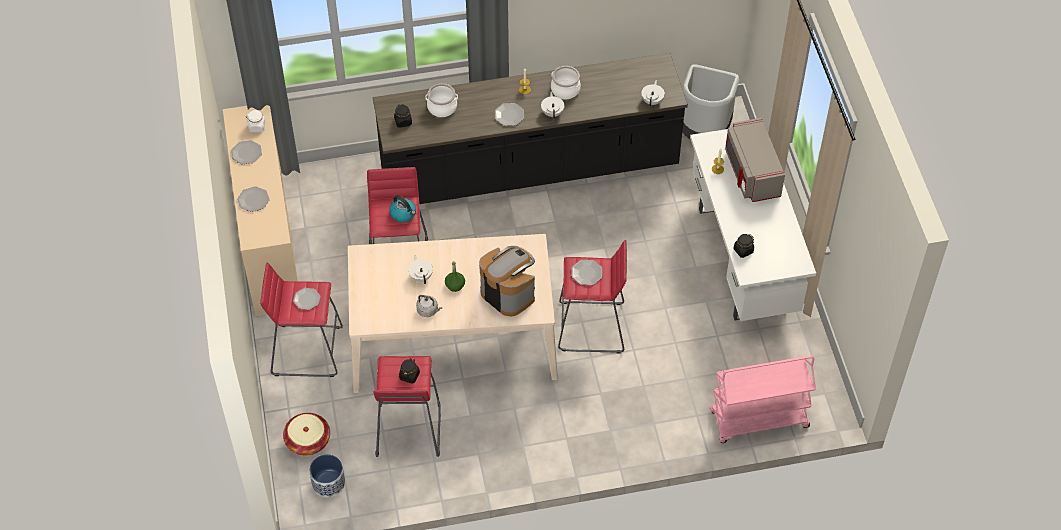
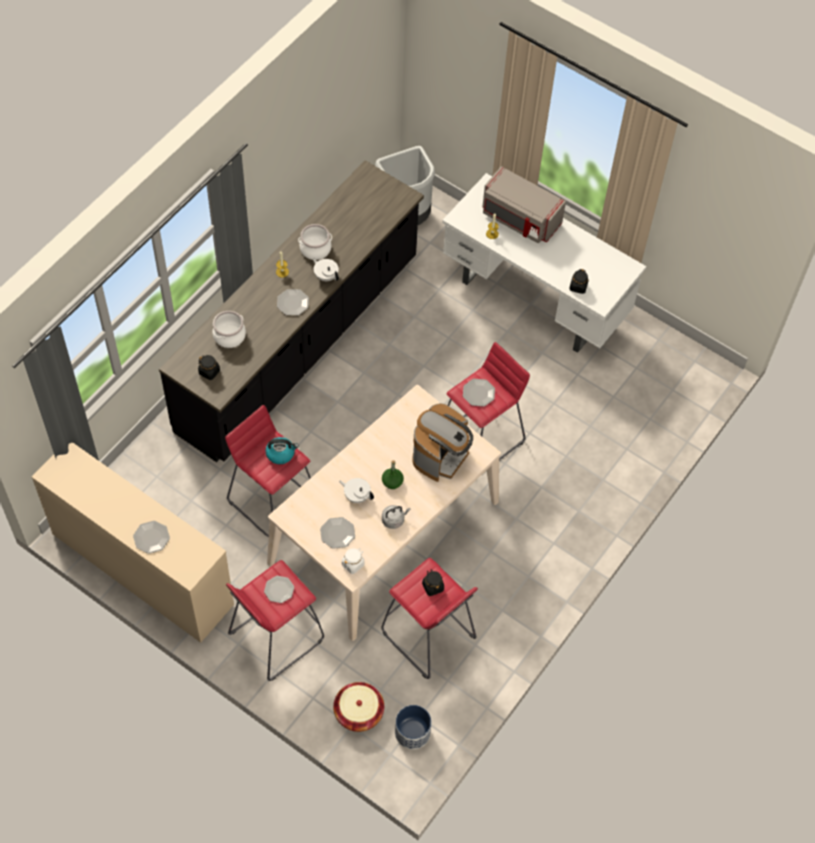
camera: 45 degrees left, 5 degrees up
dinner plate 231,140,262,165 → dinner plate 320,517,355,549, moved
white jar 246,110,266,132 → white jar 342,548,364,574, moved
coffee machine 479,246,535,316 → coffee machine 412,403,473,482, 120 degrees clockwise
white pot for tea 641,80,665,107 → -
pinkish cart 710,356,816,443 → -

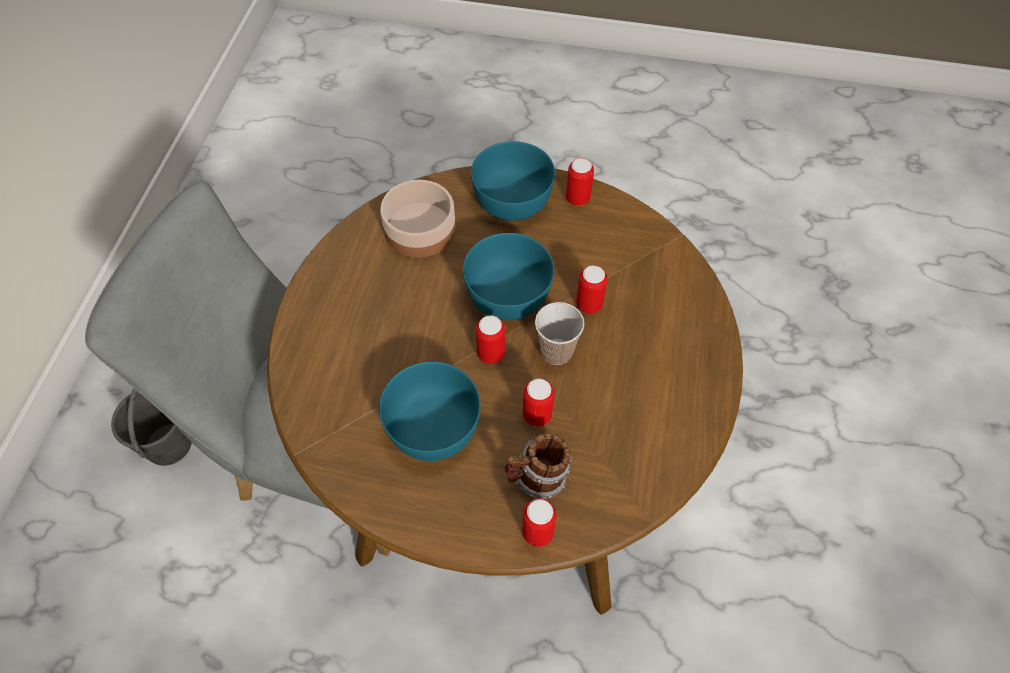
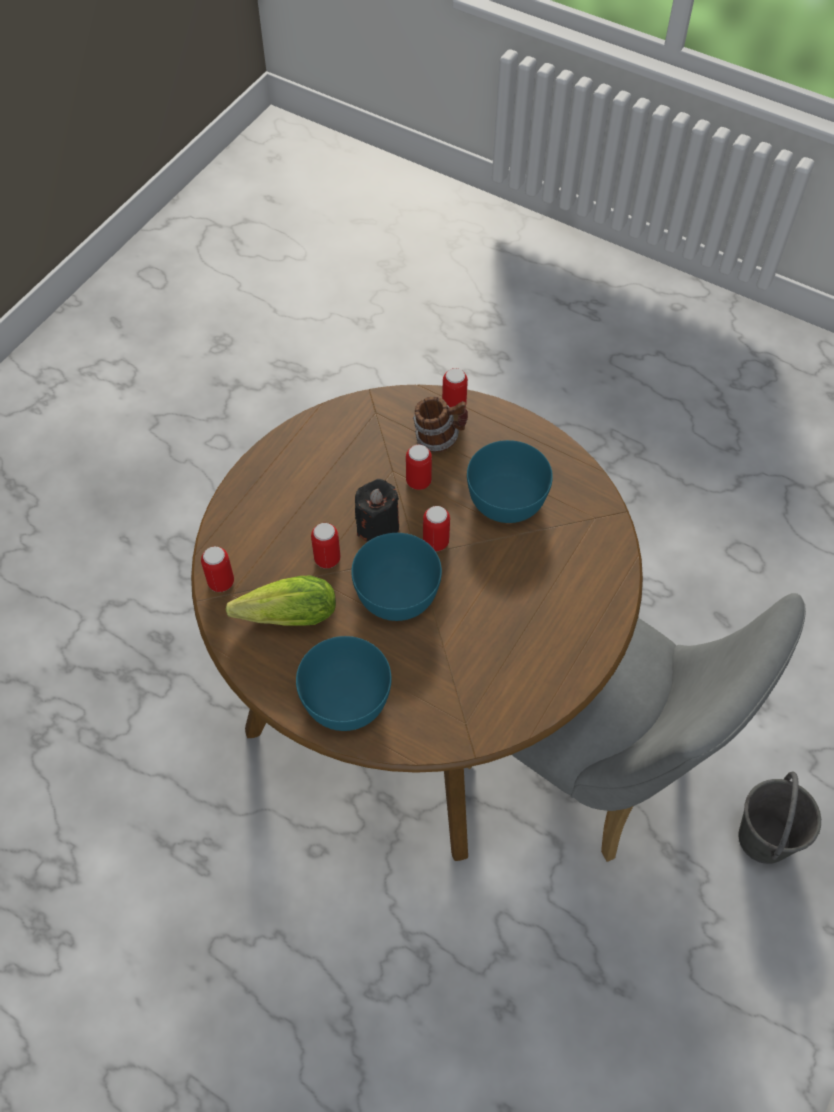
camera: 160 degrees left, 0 degrees up
deep dish 380,180,456,257 → -
drinking cup 535,302,584,365 → blackish wax light 355,479,399,542
metal can 566,158,594,206 → metal can 201,546,234,592, moved
- → head of lettuce 225,576,336,626

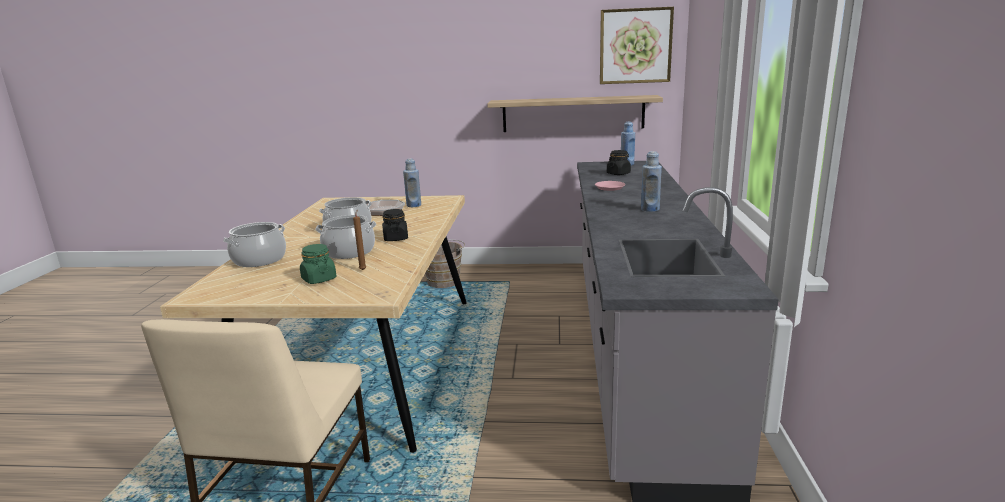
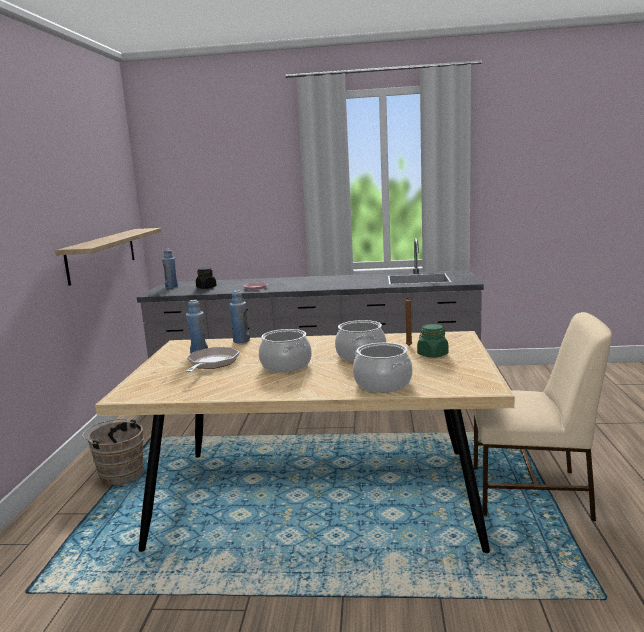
camera: 90 degrees left, 5 degrees down
blackish jar 382,209,408,241 → -
wall art 600,7,674,84 → -
blue-coloured drink bottle 641,151,662,212 → blue-coloured drink bottle 229,290,250,343, moved

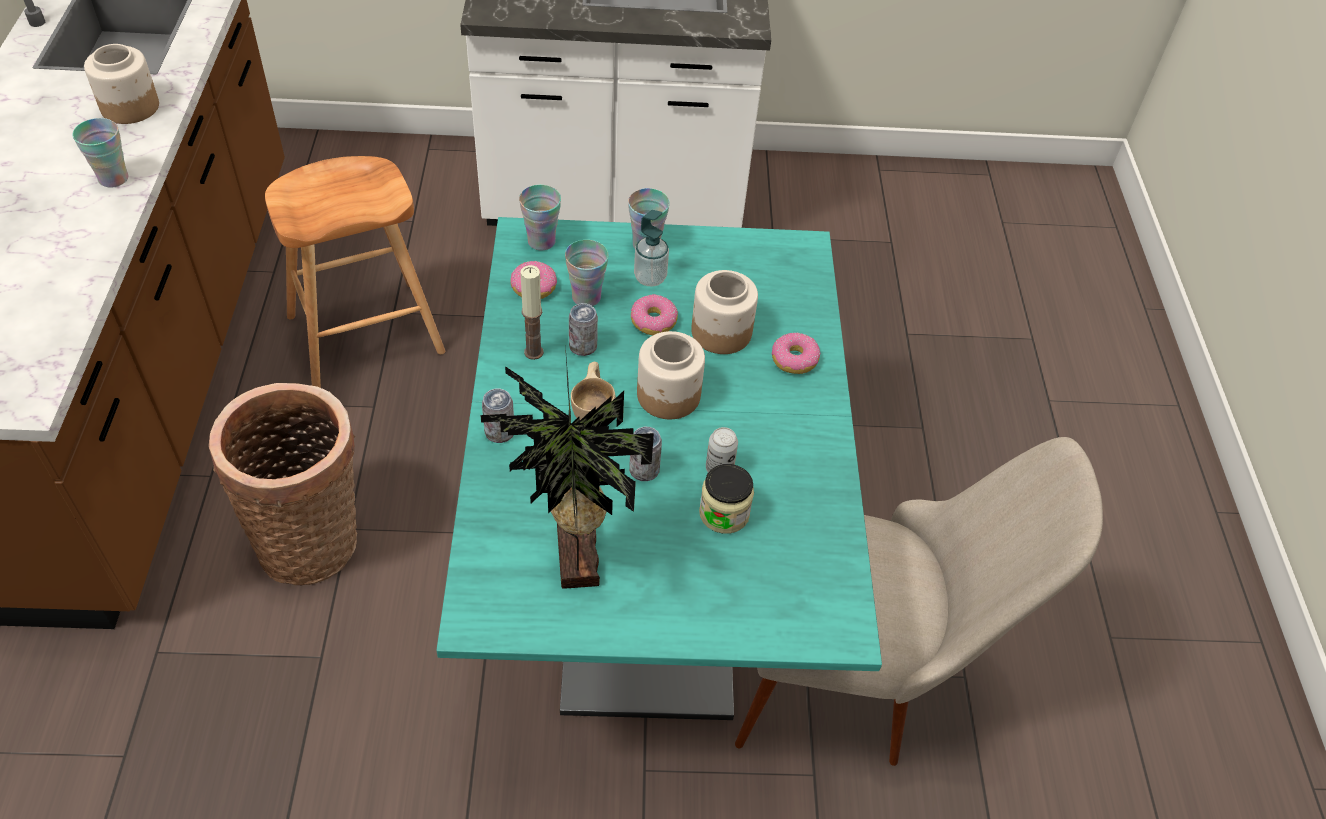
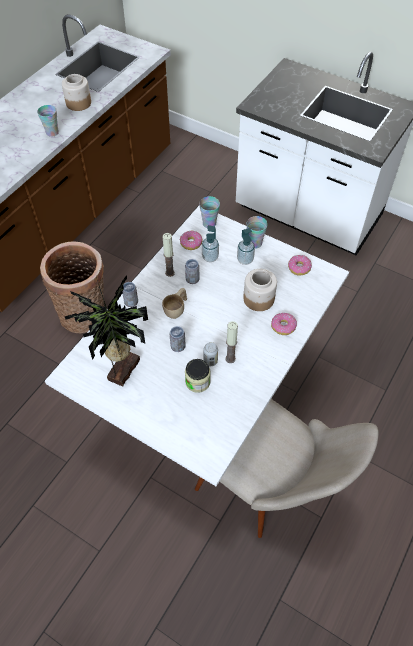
camera: 35 degrees right, 5 degrees up
brownish sitting stool 265,156,445,388 → -
blue-green dinner table 436,217,882,720 → white dinner table 45,205,349,486
drinking cup 565,240,609,306 → soap dispenser 202,225,219,262
doughnut 631,294,678,335 → doughnut 288,255,312,275, moved
jar 637,331,705,419 → -
- → wax light 226,321,238,363

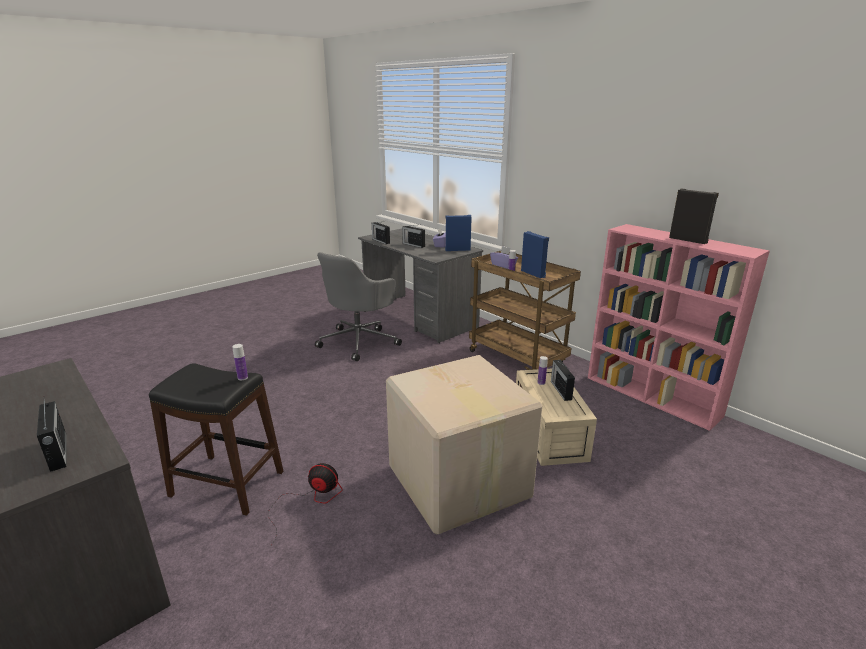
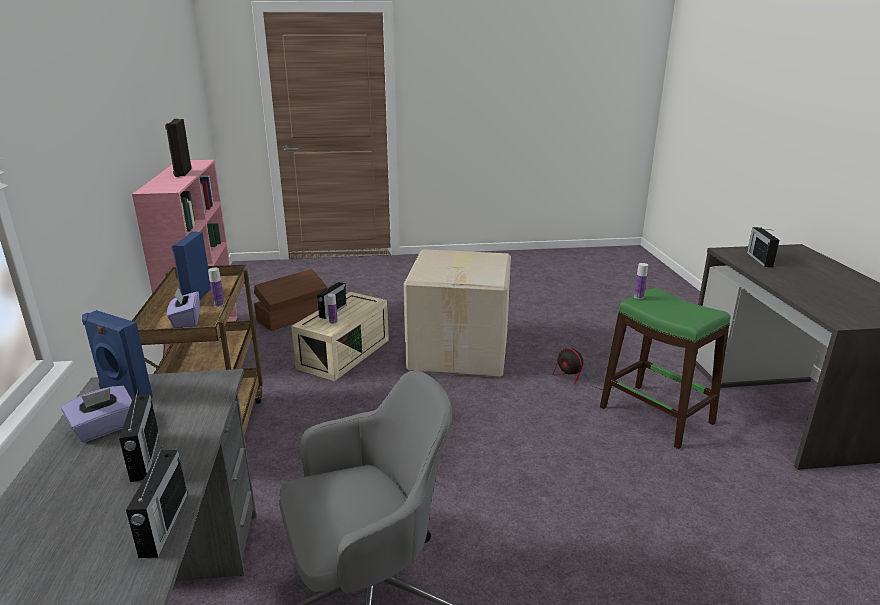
camera: 145 degrees left, 0 degrees up
blackish sitting stool 149,363,284,516 → green sitting stool 600,288,731,449
- → brownish storage bin 254,269,328,331

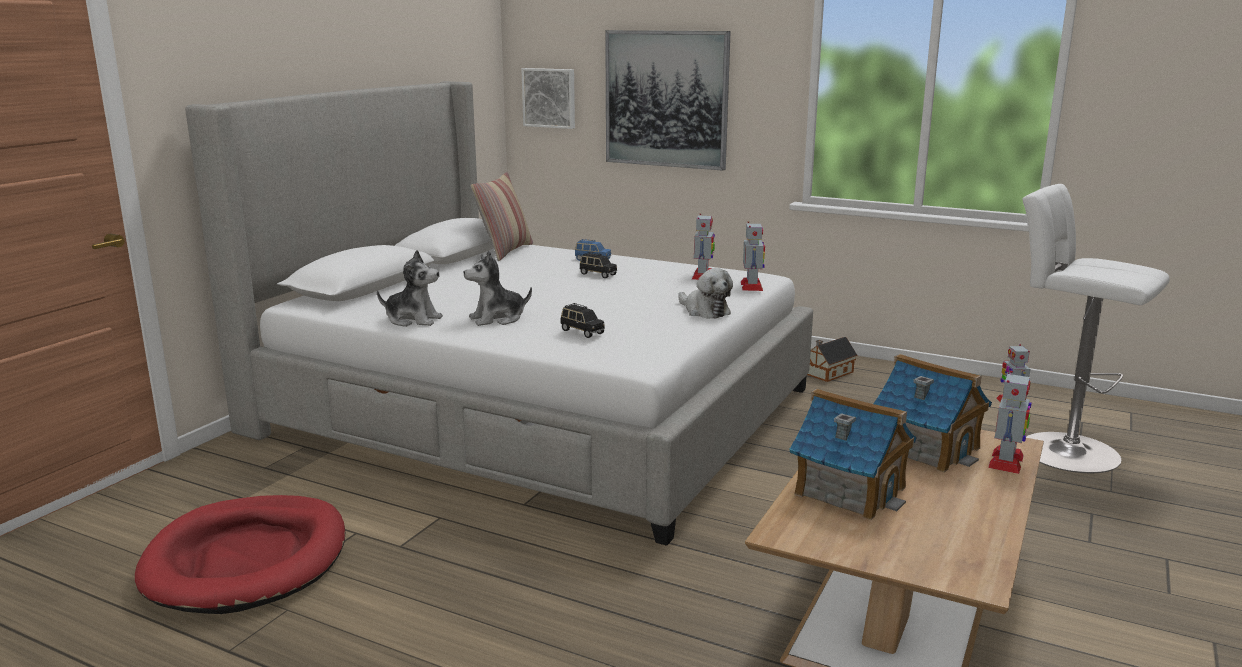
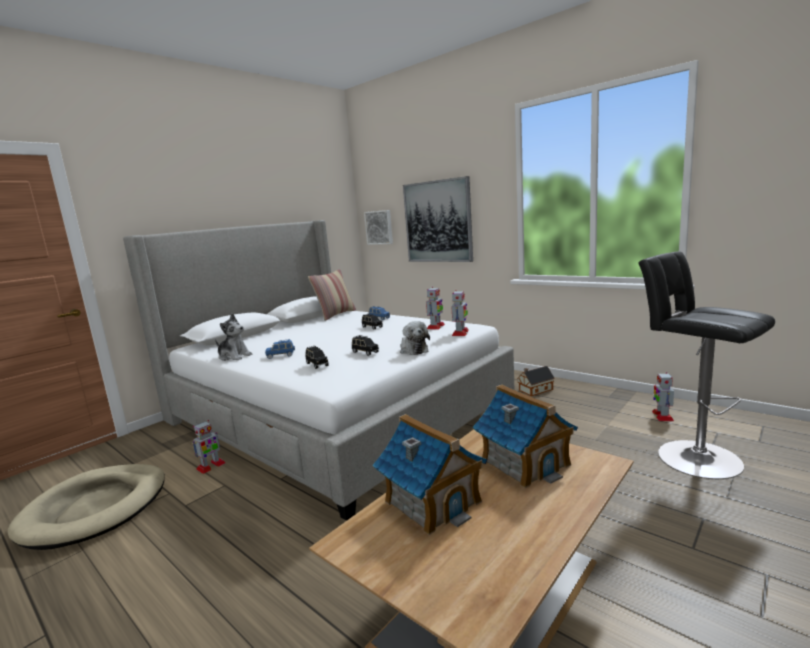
camera: 15 degrees right, 5 degrees down
red-coloured dog cushion 135,495,346,614 → beige dog cushion 7,464,165,550
soft toy 463,251,532,326 → blue-coloured toy car 265,339,295,359
model robot 988,371,1032,474 → model robot 192,420,225,474, moved
white sitting stool 1022,184,1170,473 → blackish sitting stool 638,251,775,479
- → blackish toy car 352,335,379,356

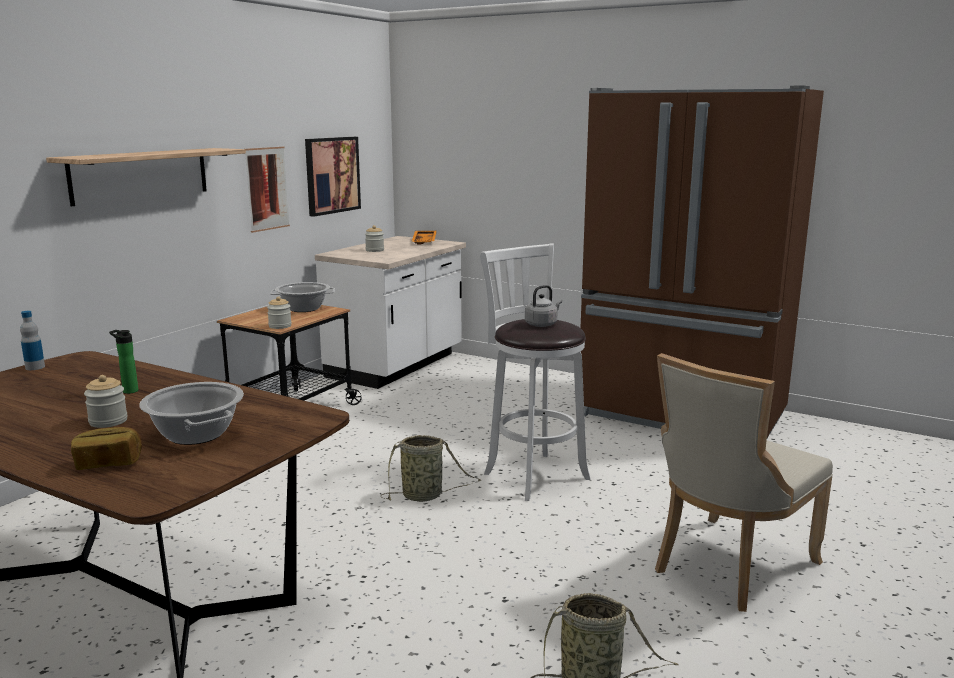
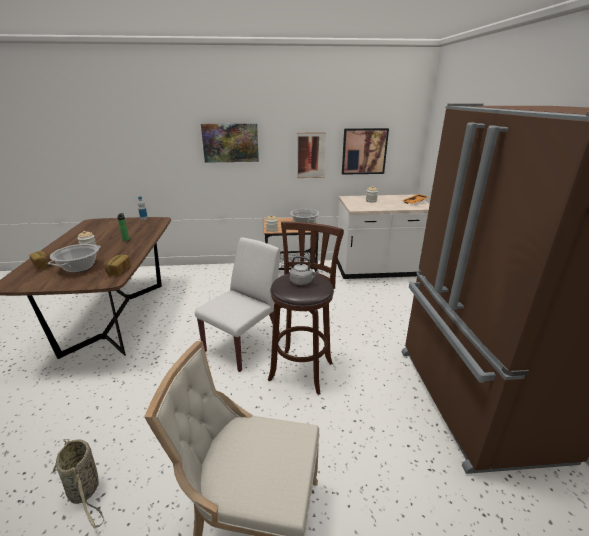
camera: 55 degrees right, 10 degrees up
wall shelf 46,148,246,207 → wall art 201,123,259,163
basket 381,435,481,502 → white upright chair 195,237,280,372
white sitting stool 480,243,591,501 → brownish sitting stool 268,221,344,395
- → baked bread 105,255,131,276

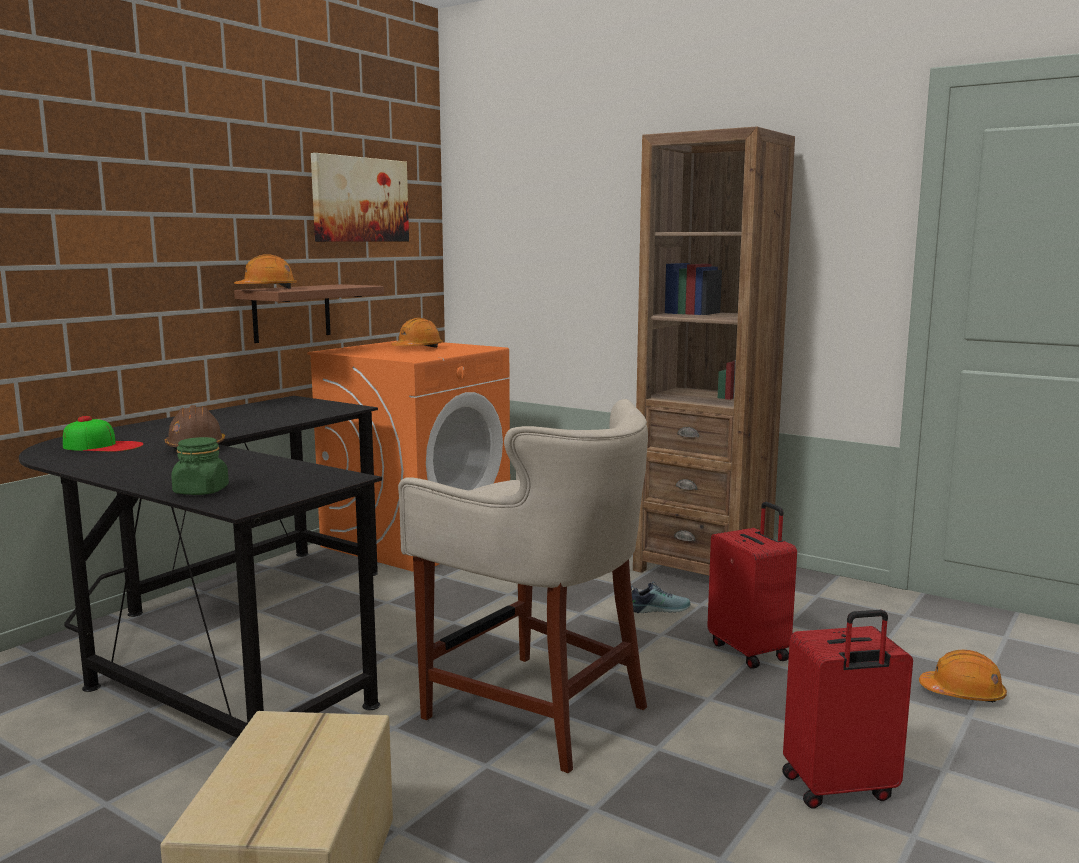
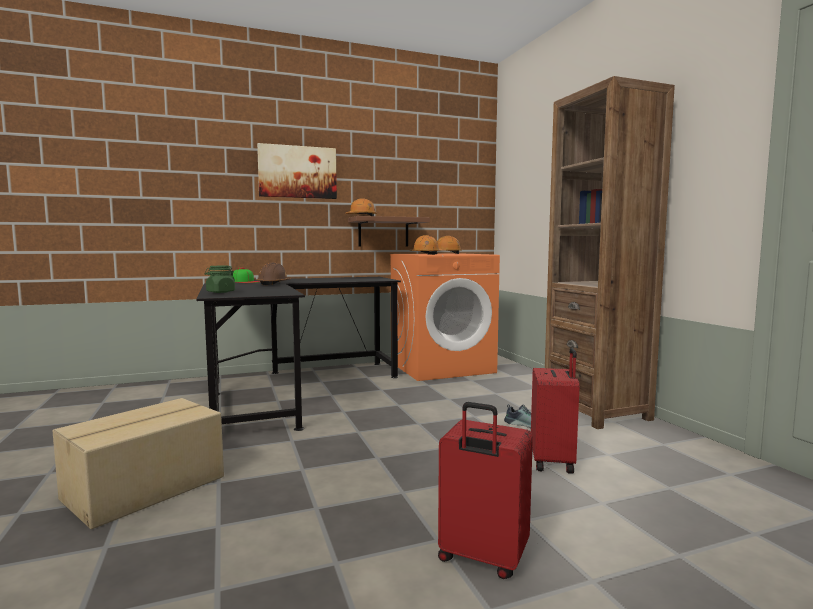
camera: 35 degrees right, 5 degrees down
wall art 311,153,409,242 → wall art 257,143,337,199, moved
beige sitting stool 398,399,648,773 → -
orange-coloured hard hat 919,650,1007,702 → orange-coloured hard hat 410,235,440,255, moved

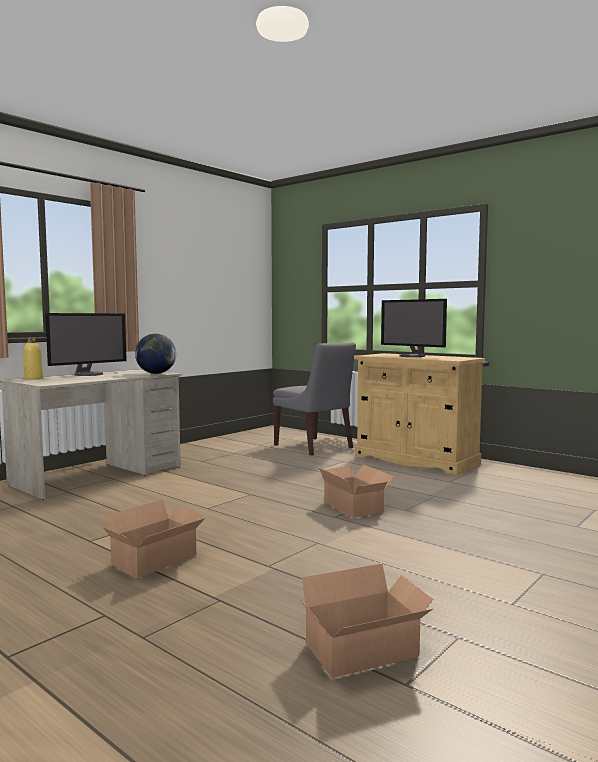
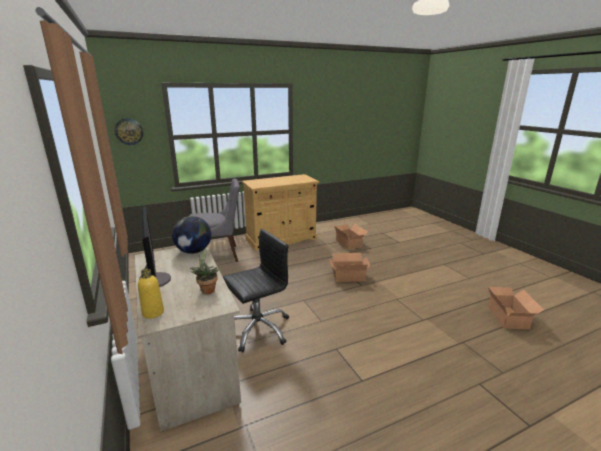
camera: 65 degrees left, 15 degrees up
packing box 102,500,205,578 → packing box 334,224,368,250, moved
computer screen 381,299,447,357 → -
- → clock on the wall 114,118,143,145
- → potted plant 190,247,219,294
- → blackish computer chair 222,229,289,353

